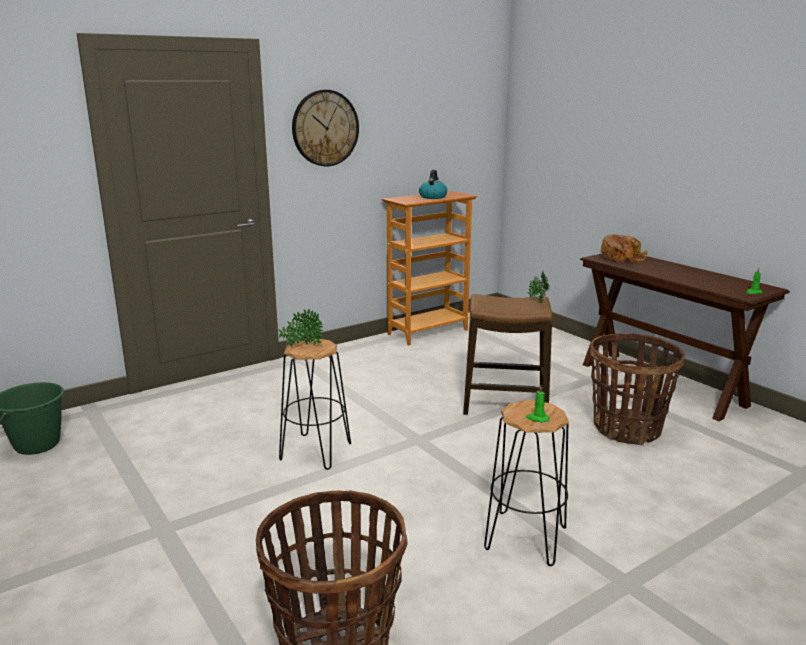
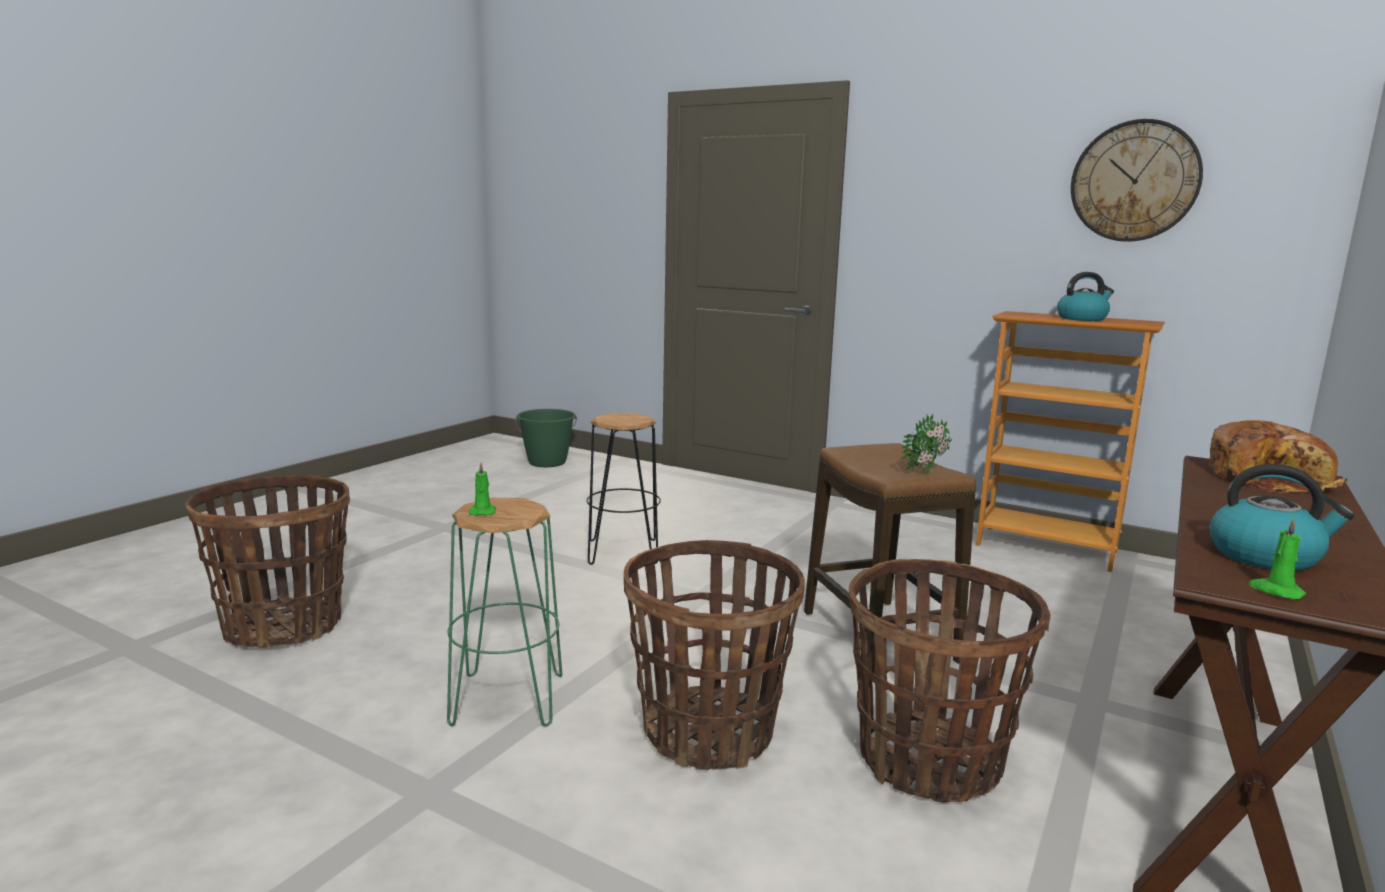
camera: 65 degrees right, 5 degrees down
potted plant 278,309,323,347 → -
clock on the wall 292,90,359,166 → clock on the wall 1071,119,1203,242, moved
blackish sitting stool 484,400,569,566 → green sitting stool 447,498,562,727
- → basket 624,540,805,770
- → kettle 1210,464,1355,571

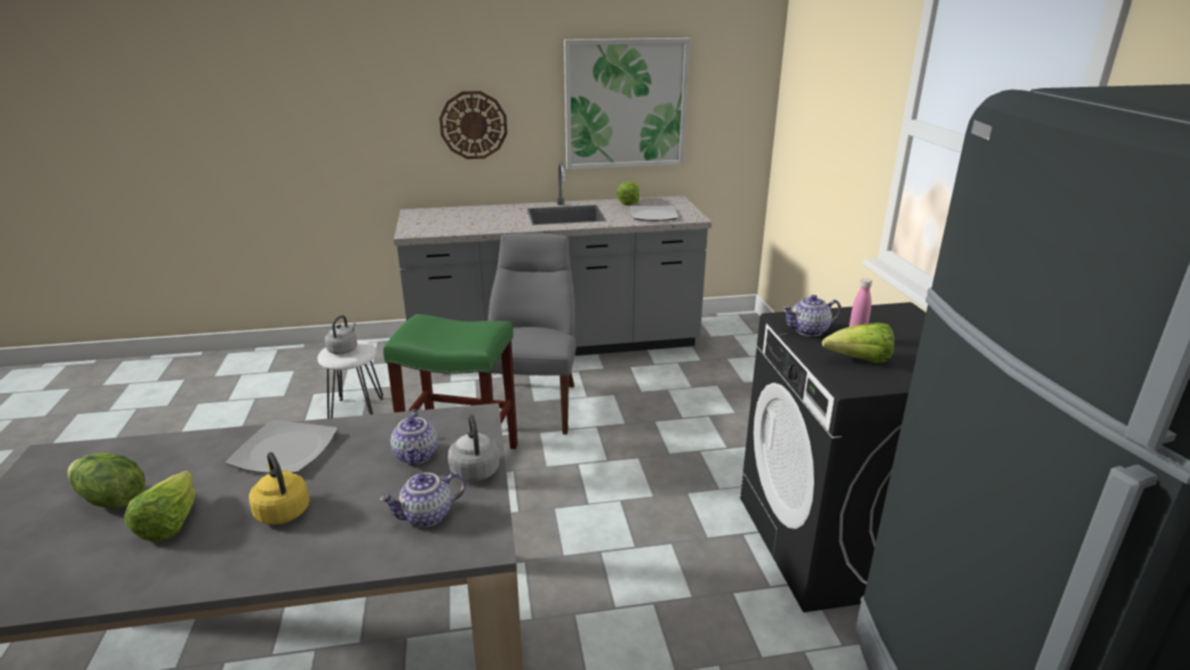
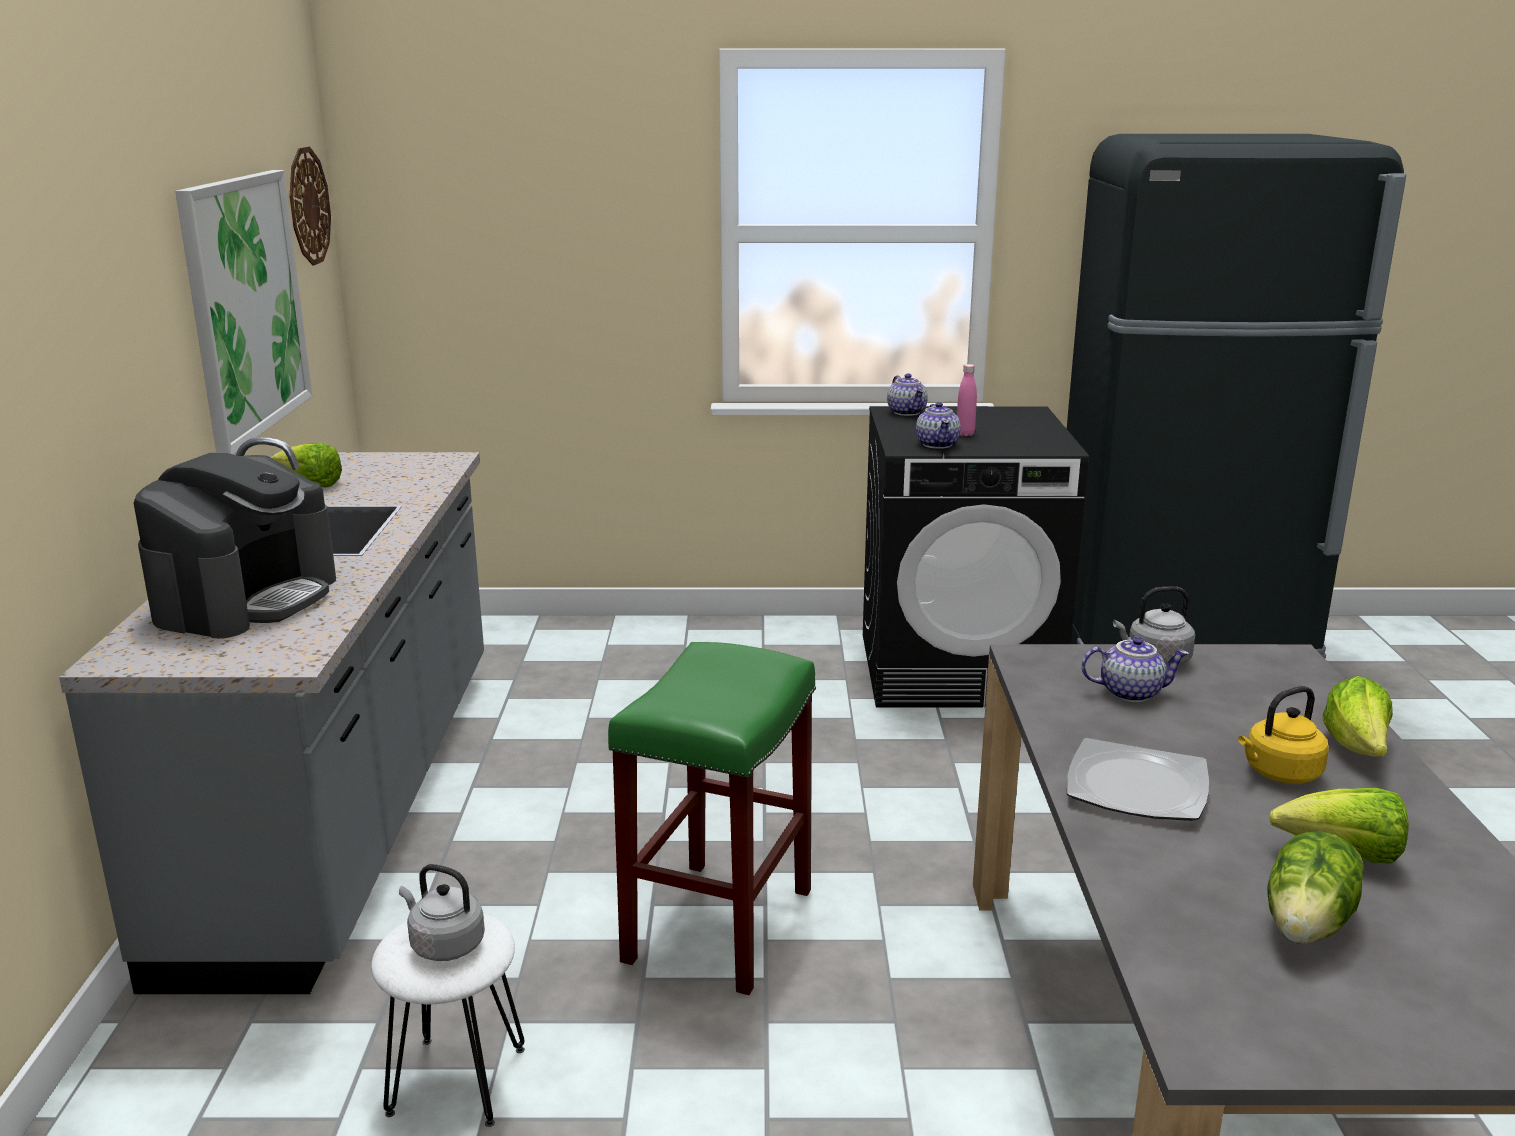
camera: 80 degrees left, 5 degrees down
pot for tea 379,472,466,527 → pot for tea 887,373,928,416, moved
clock on the wall 439,91,507,159 → clock on the wall 290,147,331,266, moved
greyish upright chair 479,233,576,435 → -
dinner plate 630,205,678,221 → -
head of lettuce 822,323,894,363 → head of lettuce 1323,676,1393,757, moved
- → coffee machine 134,453,336,638

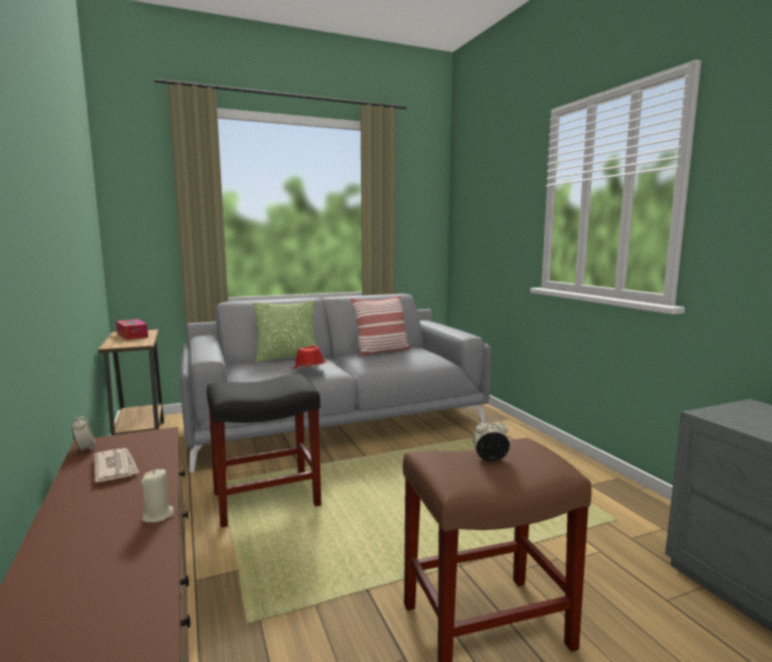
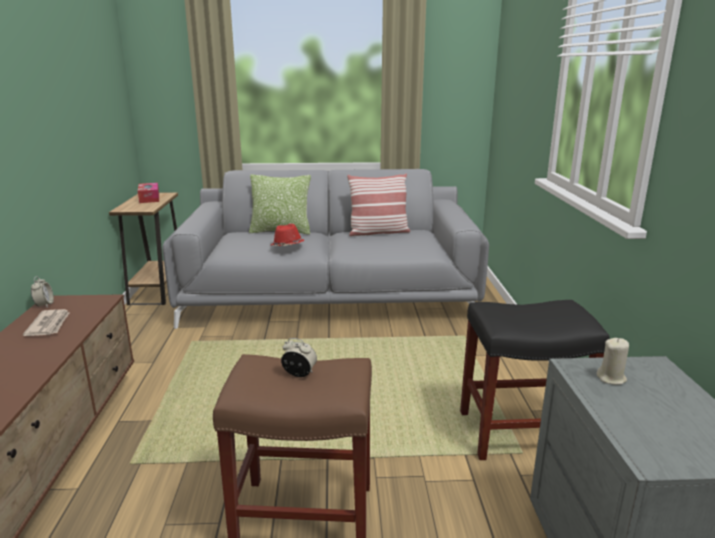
camera: 20 degrees right, 10 degrees up
beige wax light 141,469,174,523 → beige wax light 596,338,629,385, moved
blackish sitting stool 207,374,321,528 → blackish sitting stool 460,300,610,460, moved

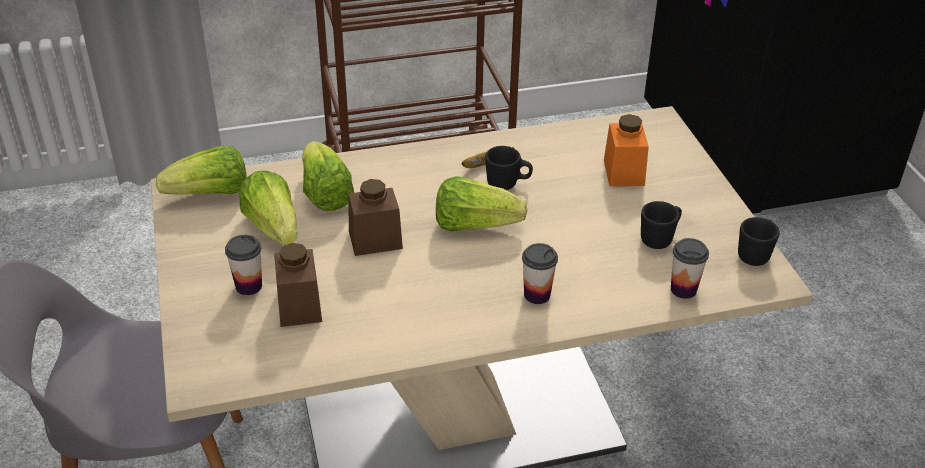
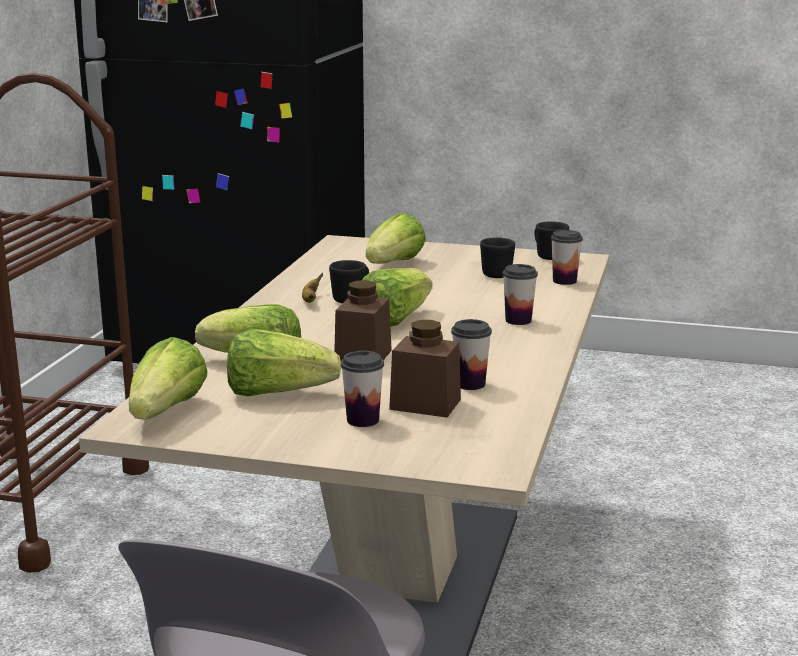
camera: 60 degrees left, 20 degrees down
orange-coloured jar 604,114,649,186 → head of lettuce 366,213,426,264
- → drinking cup 451,319,492,390

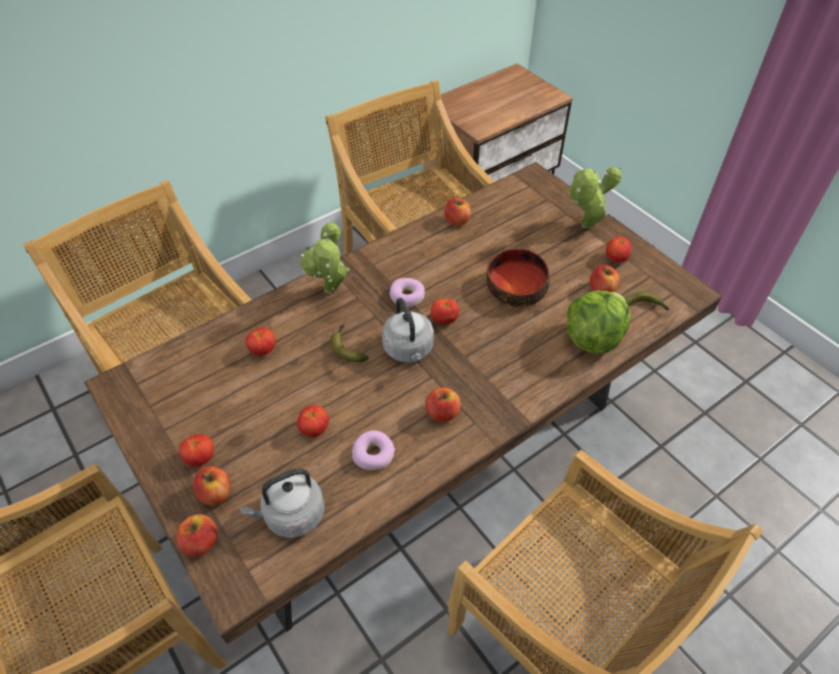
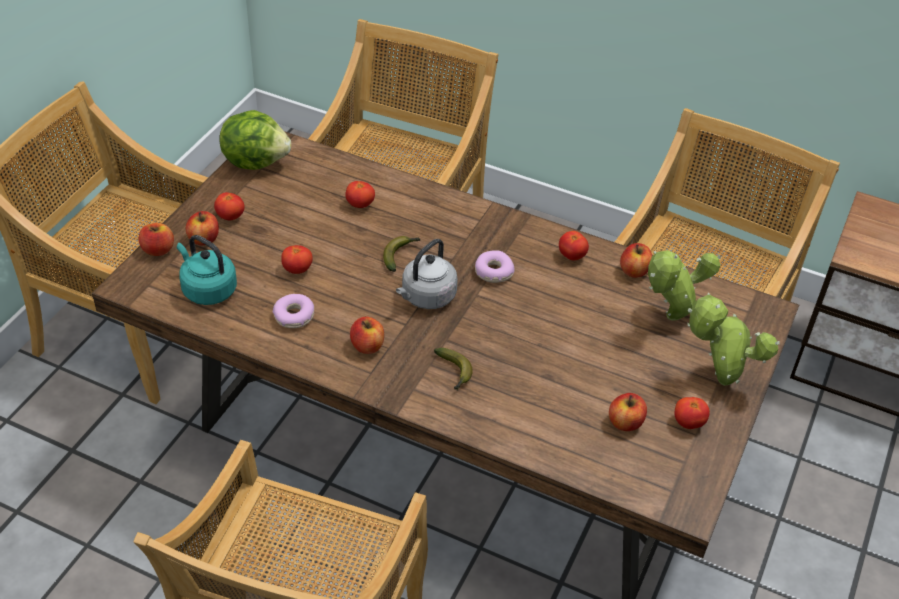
camera: 60 degrees right, 5 degrees down
greyish kettle 240,468,325,538 → blue-green kettle 177,235,237,305
potted plant 300,220,350,294 → potted plant 648,250,721,321, moved
whole tomato 431,298,459,325 → whole tomato 559,231,589,261, moved
deep dish 487,249,550,307 → -
head of lettuce 567,291,631,354 → head of lettuce 219,110,291,170, moved
whole banana 624,291,669,310 → whole banana 434,348,473,390, moved

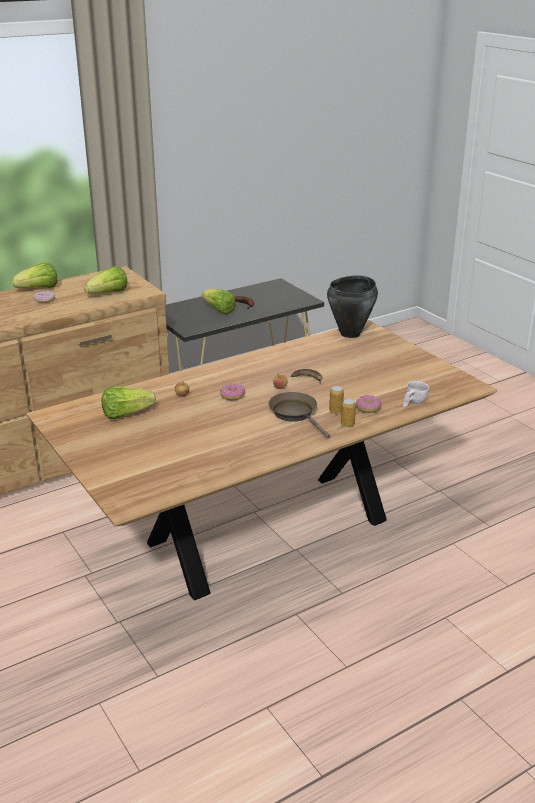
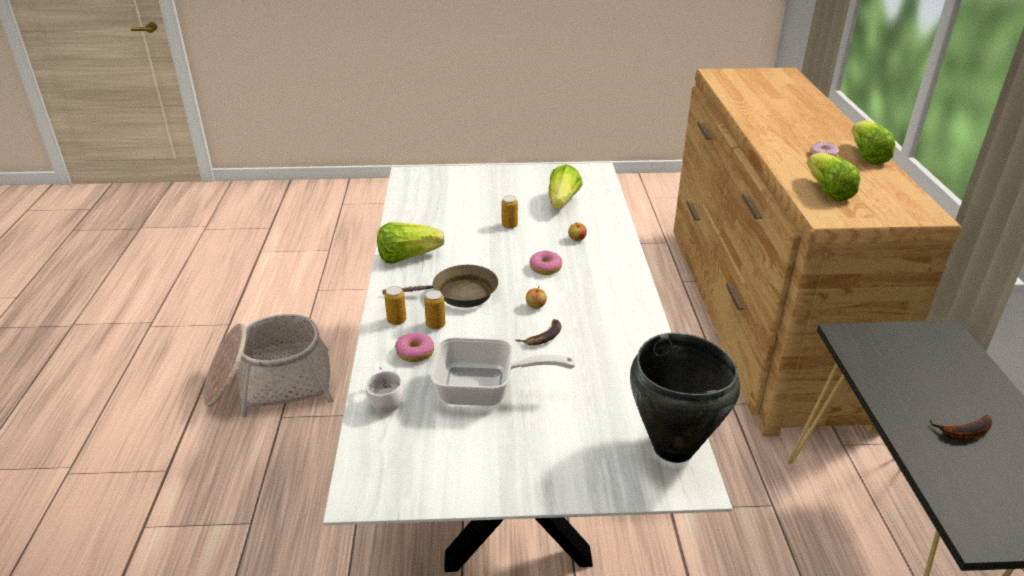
camera: 120 degrees right, 5 degrees up
brownish dinner table 26,320,497,600 → white dinner table 323,163,733,572
head of lettuce 202,289,236,314 → head of lettuce 377,222,444,264, moved
- → basket 203,314,334,417
- → skillet 431,337,575,406
- → metal can 501,196,518,229

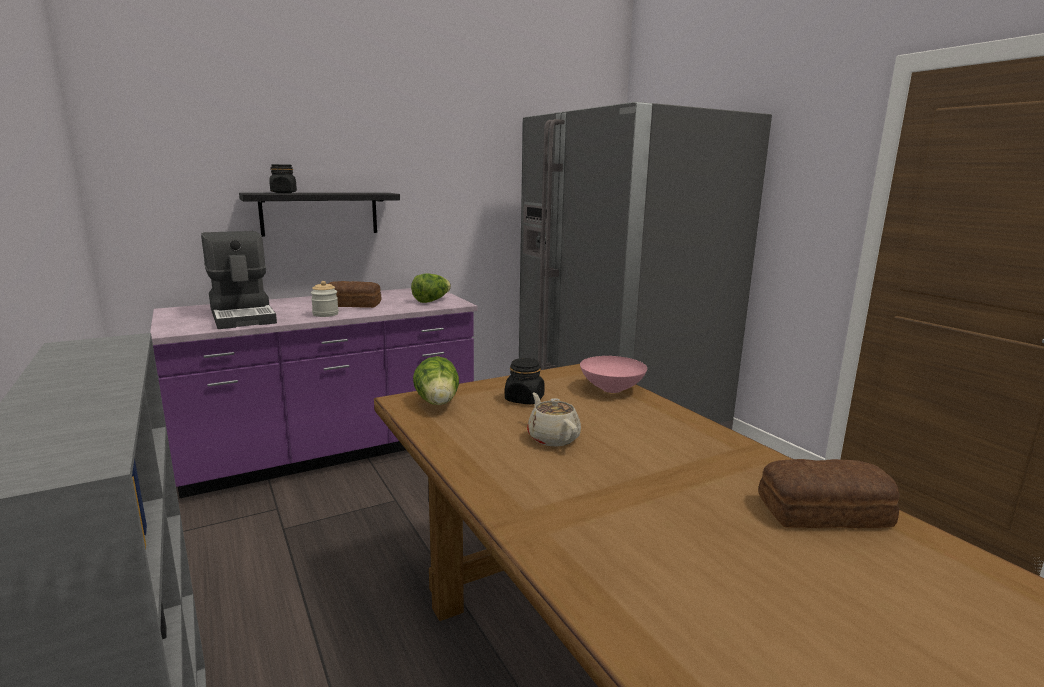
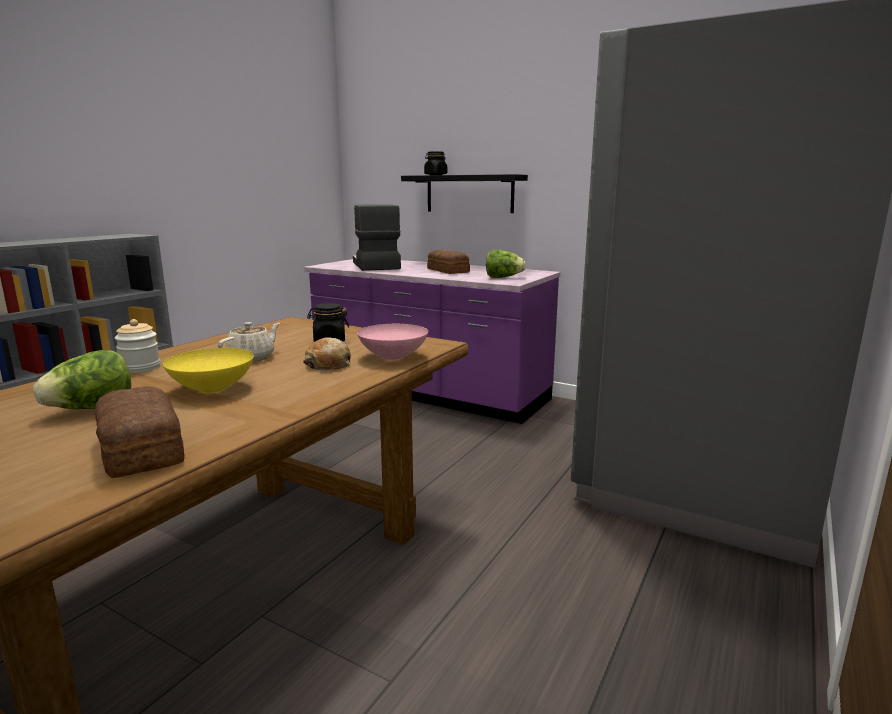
camera: 60 degrees right, 0 degrees up
coffee machine 201,231,277,329 → coffee machine 353,204,401,271, 135 degrees clockwise
jar 311,281,339,317 → jar 115,319,160,373, moved
head of lettuce 413,356,459,405 → head of lettuce 33,350,131,409, moved
- → yellow deep dish 163,348,254,393
- → baked bread 303,337,351,370

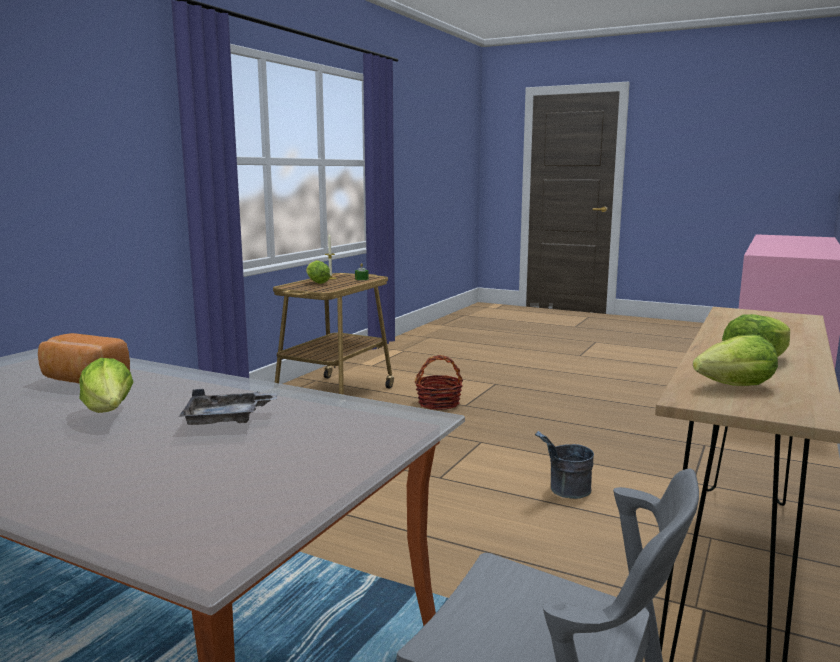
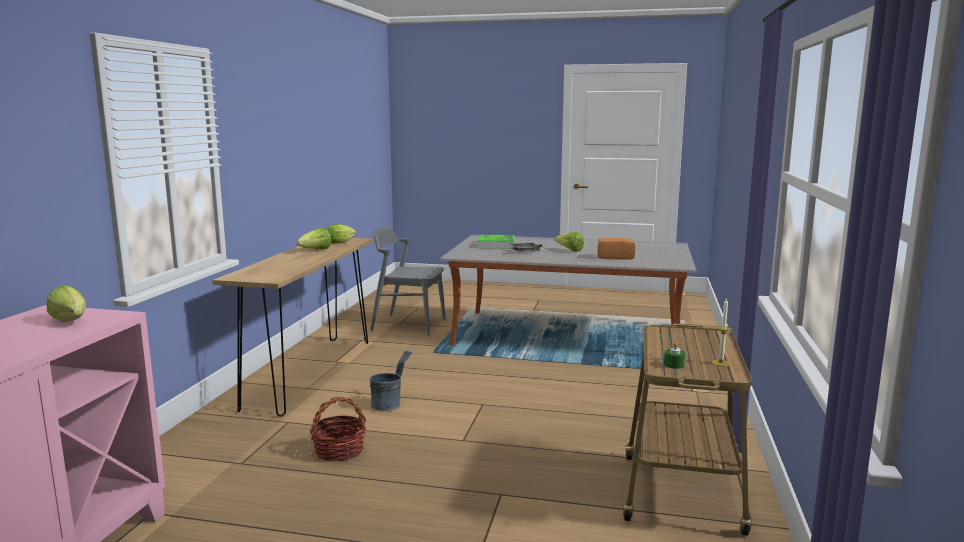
camera: 165 degrees right, 0 degrees up
head of lettuce 306,260,330,284 → head of lettuce 46,286,86,322, moved
basket 414,355,463,410 → basket 310,397,366,462, moved
- → serving tray 477,235,515,249

